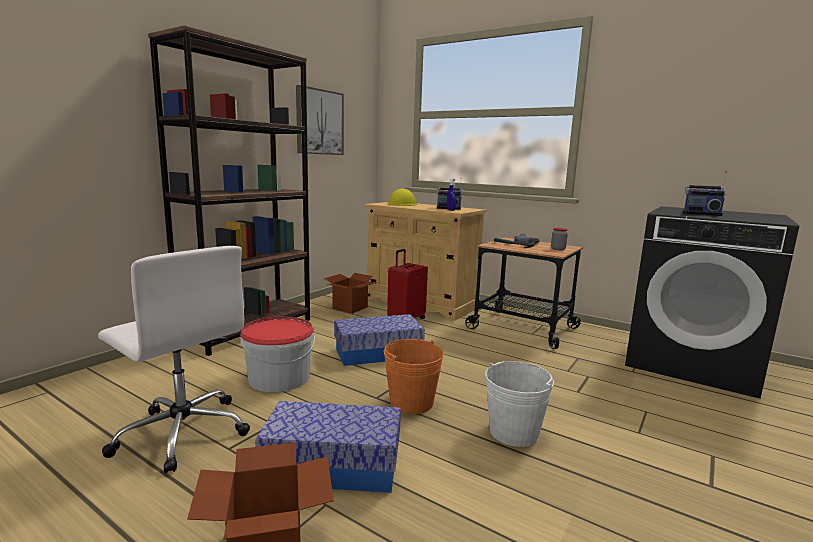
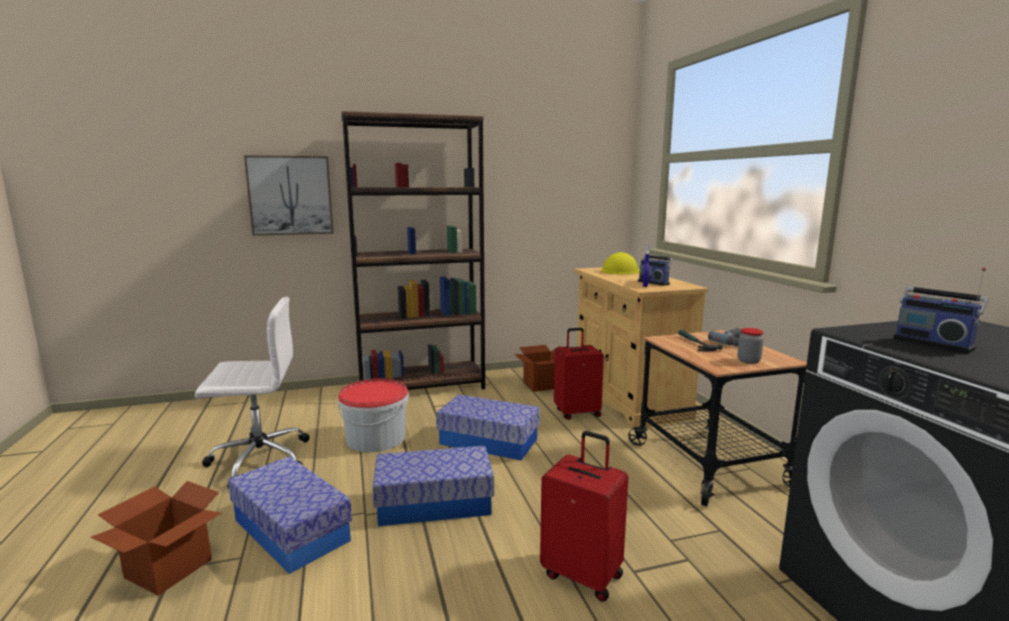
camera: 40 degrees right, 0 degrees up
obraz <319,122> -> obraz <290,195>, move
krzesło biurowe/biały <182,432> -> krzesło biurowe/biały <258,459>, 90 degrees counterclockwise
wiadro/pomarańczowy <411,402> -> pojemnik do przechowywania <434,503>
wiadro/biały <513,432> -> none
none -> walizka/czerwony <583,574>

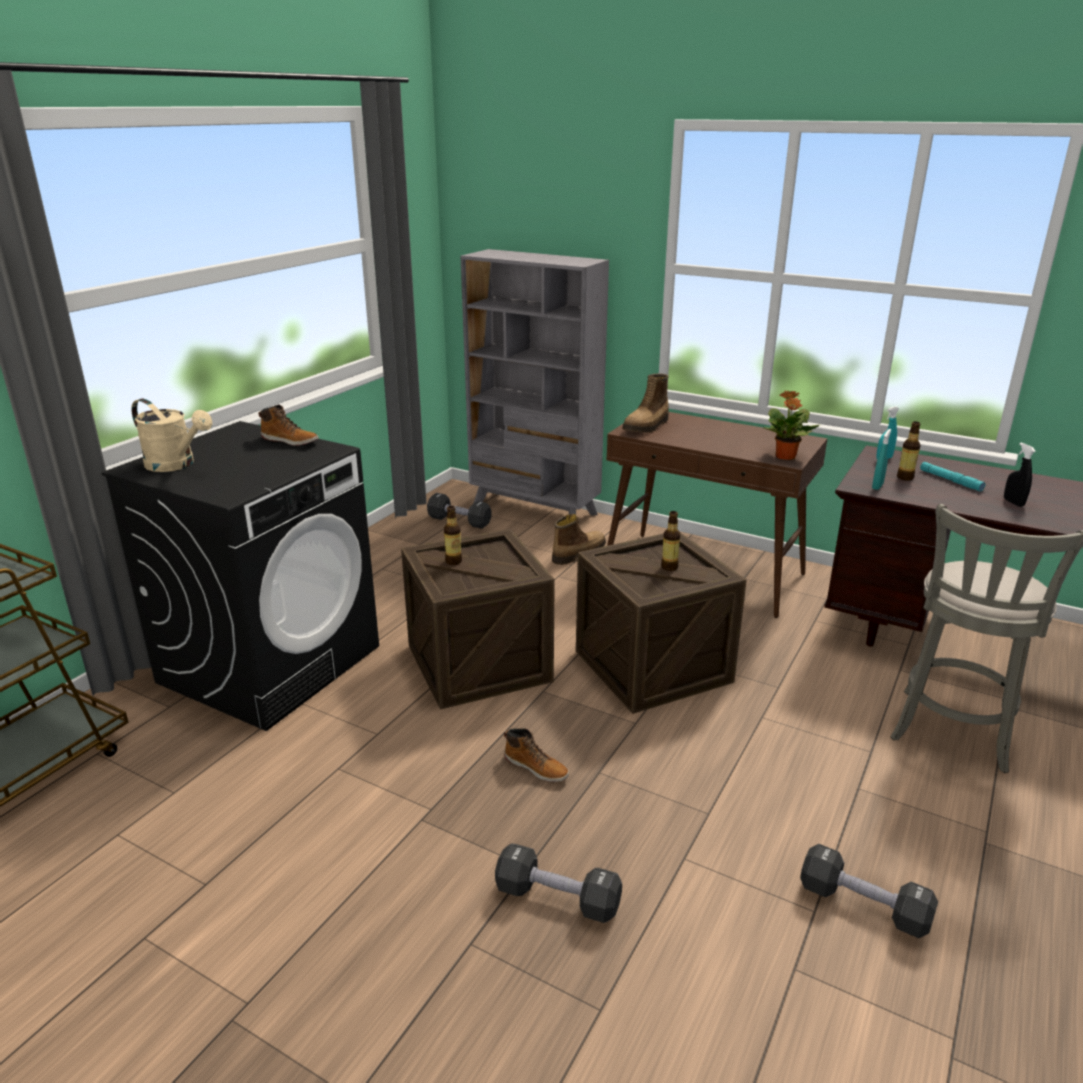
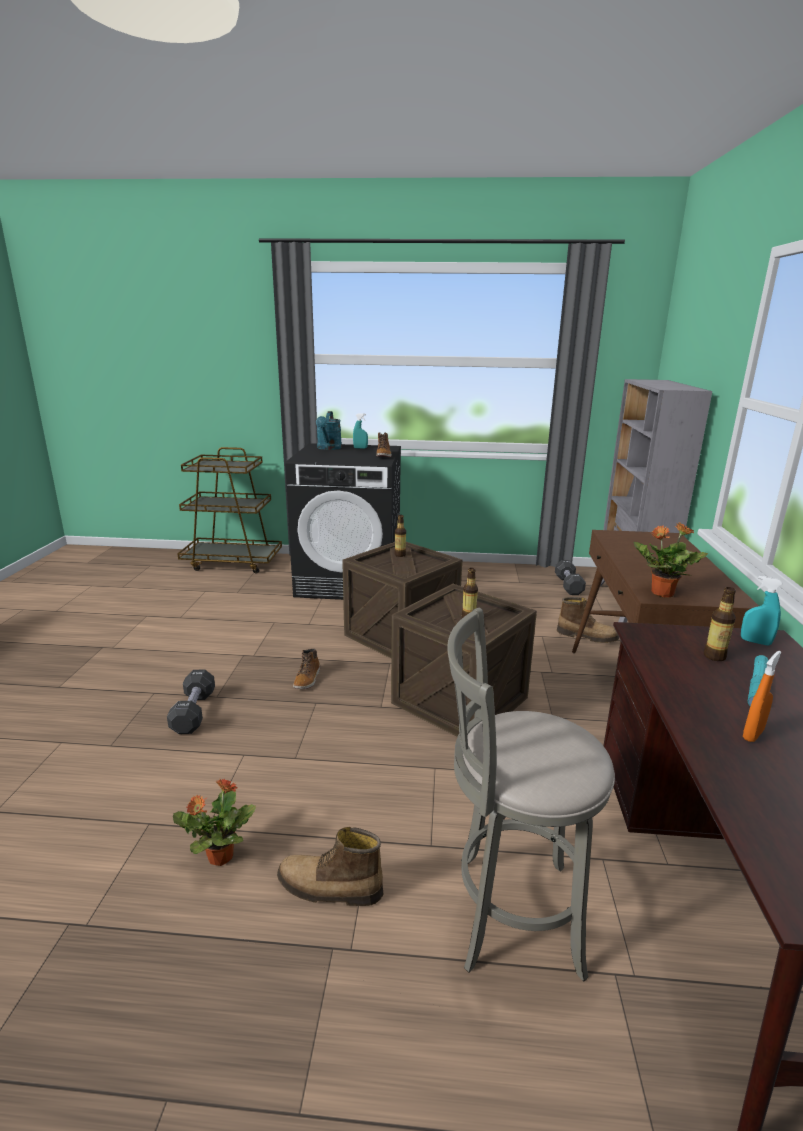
camera: 65 degrees right, 5 degrees down
but z cholewką <647,427> -> but z cholewką <329,889>, move
konewka/beżowy <176,465> -> konewka/turkusowy <328,448>
spryskiwacz/turkusowy <877,486> -> spryskiwacz/turkusowy <360,448>, move
spryskiwacz/czarny <1013,502> -> spryskiwacz/pomarańczowy <753,734>
hantel/czarny <863,906> -> roślina doniczkowa <219,856>

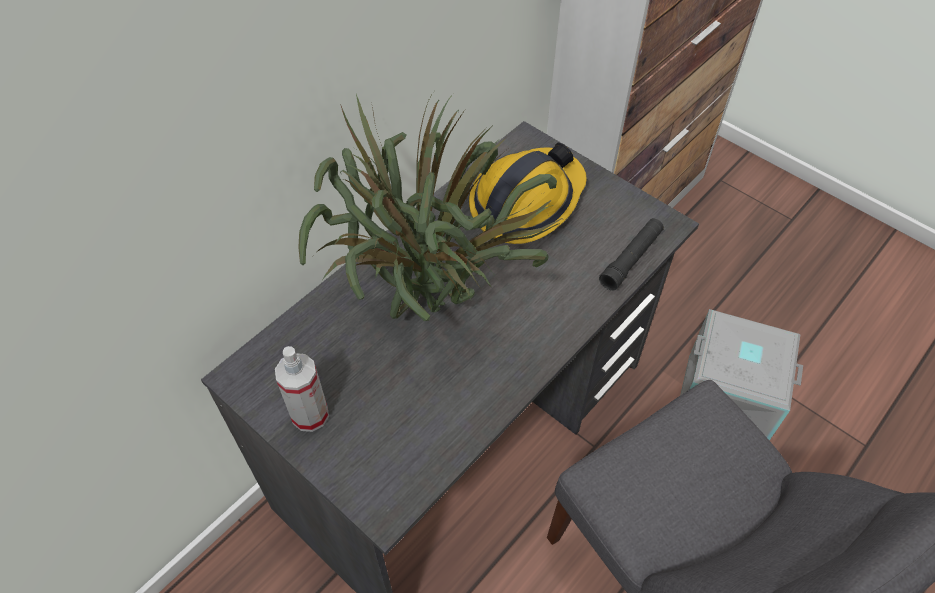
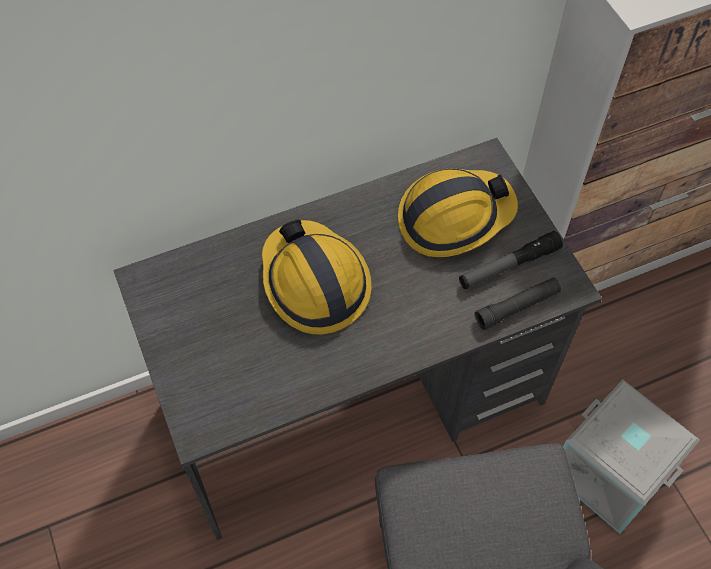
camera: 25 degrees right, 5 degrees up
roślina doniczkowa <426,311> -> kask <314,283>
spryskiwacz <310,415> -> none
none -> latarka <508,266>

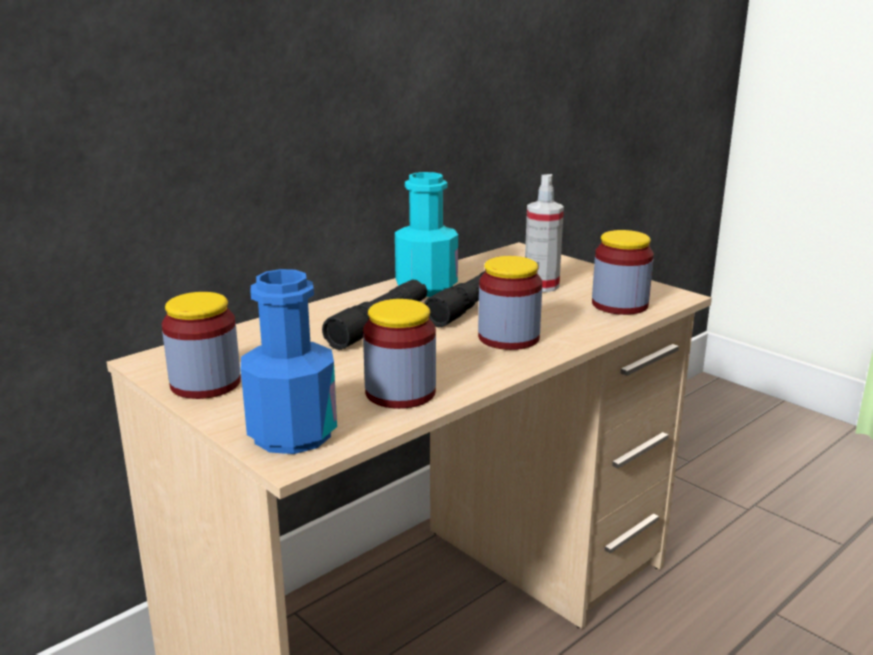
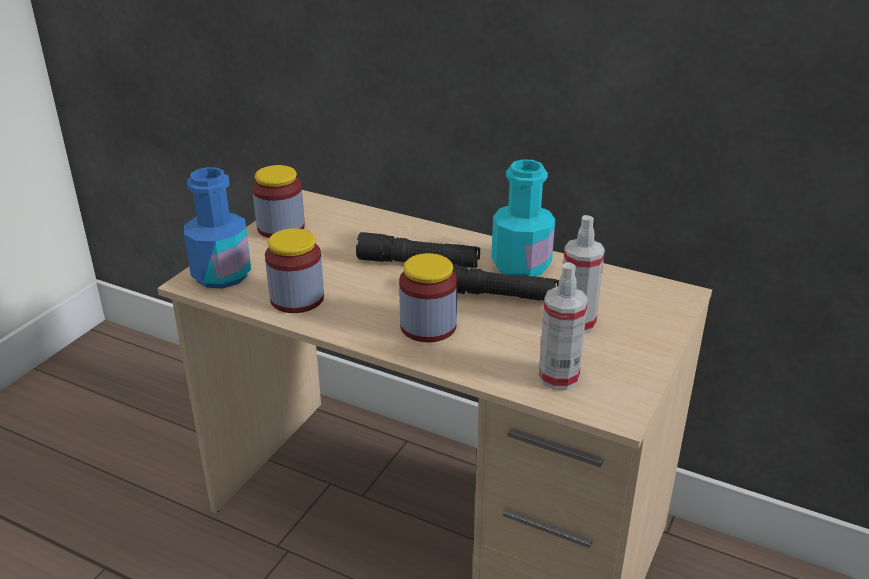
camera: 70 degrees right, 10 degrees up
słoik <619,305> -> spryskiwacz <558,377>

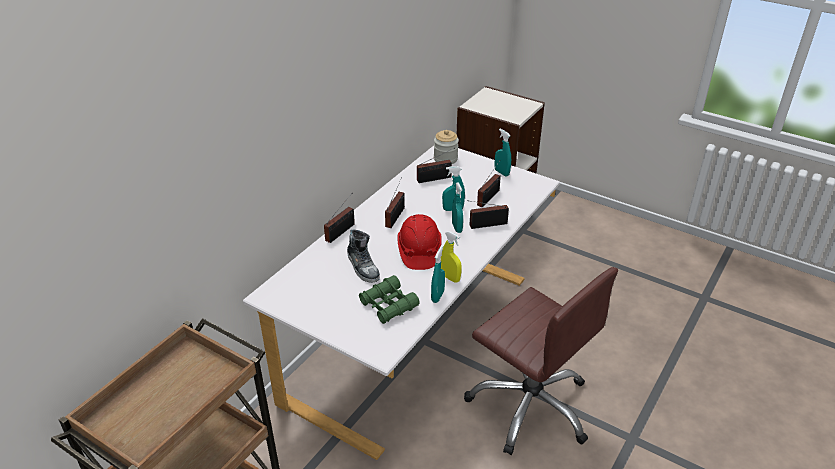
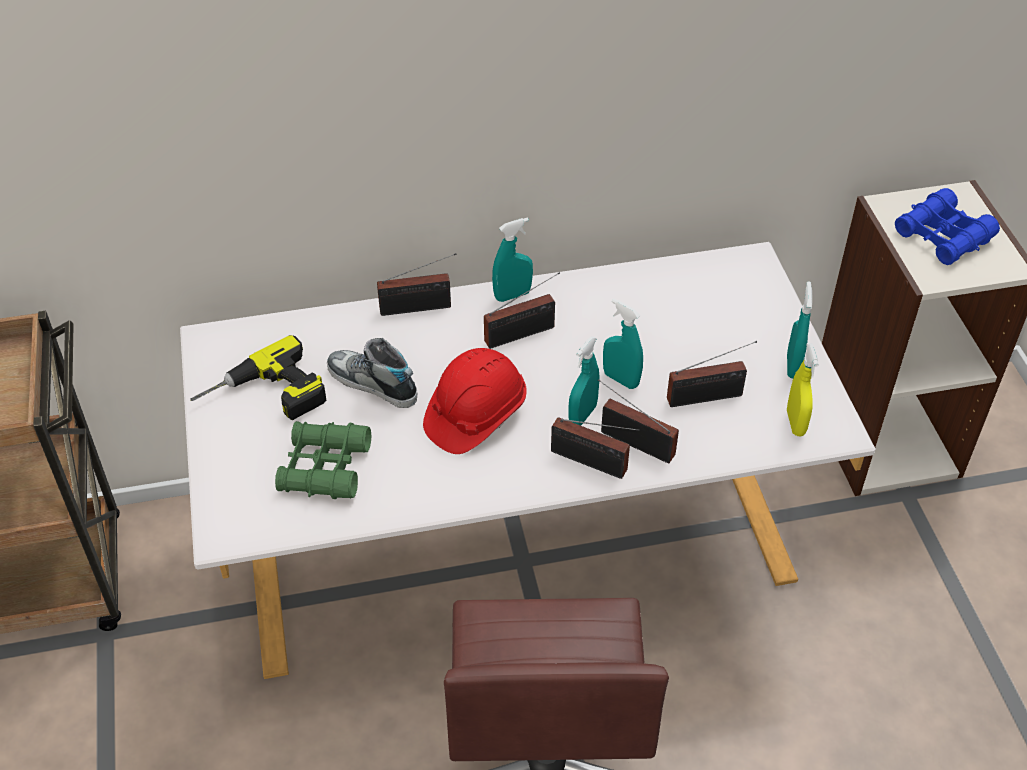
camera: 45 degrees right, 10 degrees up
słoik <445,159> -> none
radio <436,178> -> radio <592,463>, move
but <363,266> -> but <372,384>, 105 degrees clockwise
spryskiwacz/żółty <450,278> -> spryskiwacz/żółty <795,423>, move
spryskiwacz/turkusowy <437,296> -> spryskiwacz/turkusowy <512,295>, move
none -> lornetka/niebieski <943,236>
none -> wiertarka <264,398>

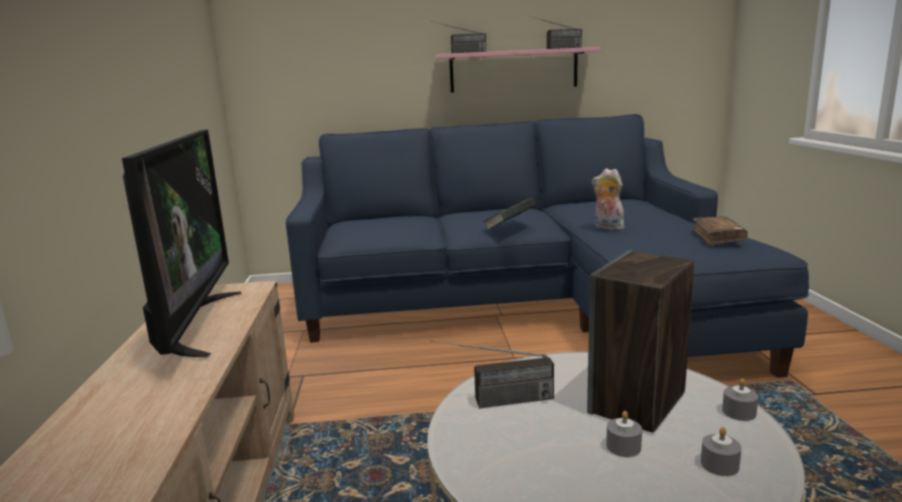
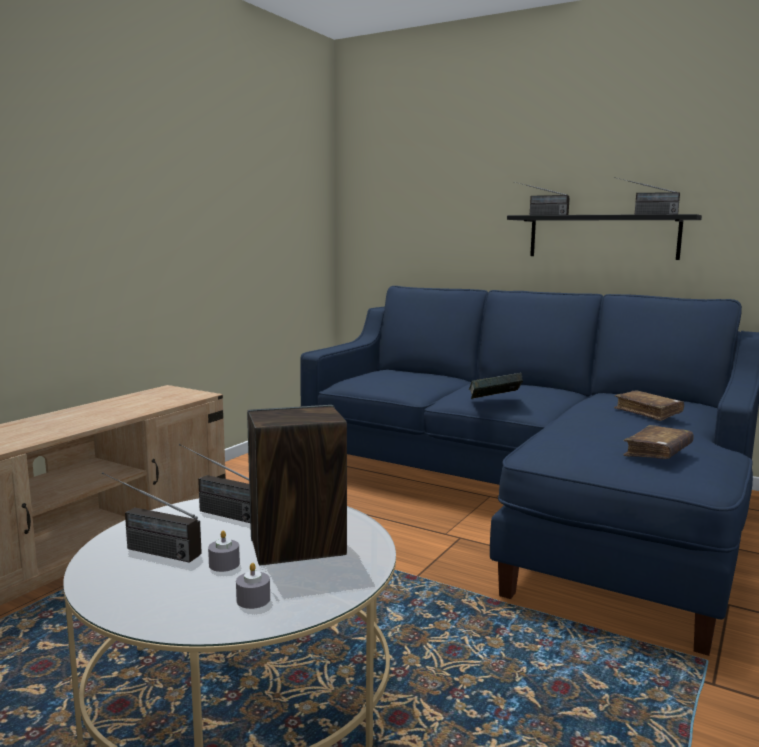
camera: 35 degrees right, 5 degrees down
półka/różowy <513,70> -> półka/czarny <602,236>
telewizor <193,324> -> none
pluszak <606,227> -> none
świeca/szary <739,412> -> none
none -> książka/brązowy <648,412>
none -> radio <145,549>

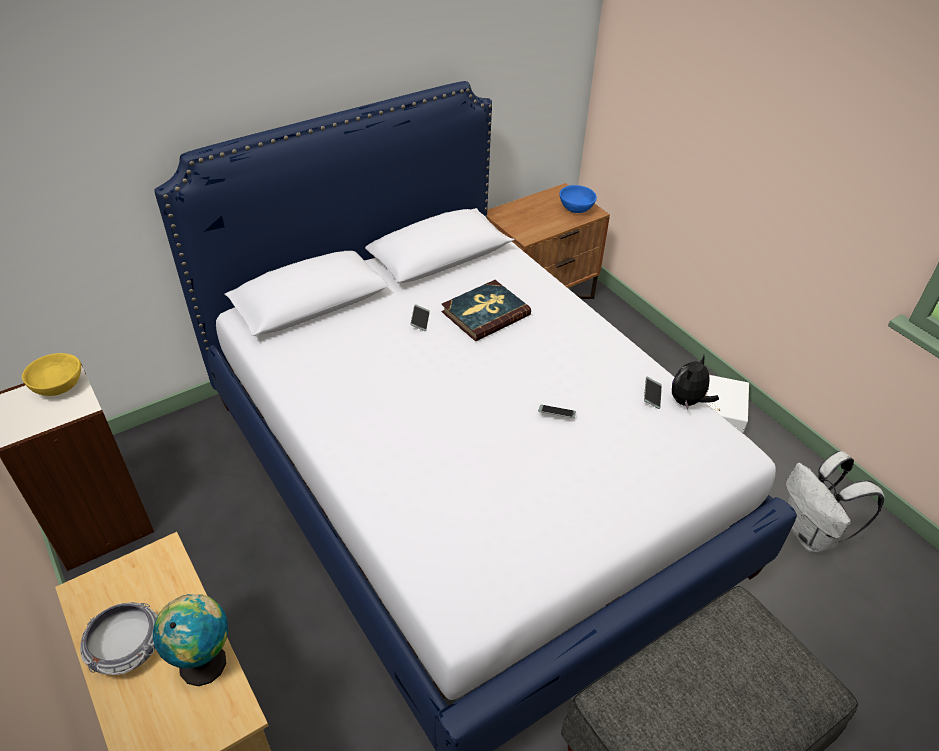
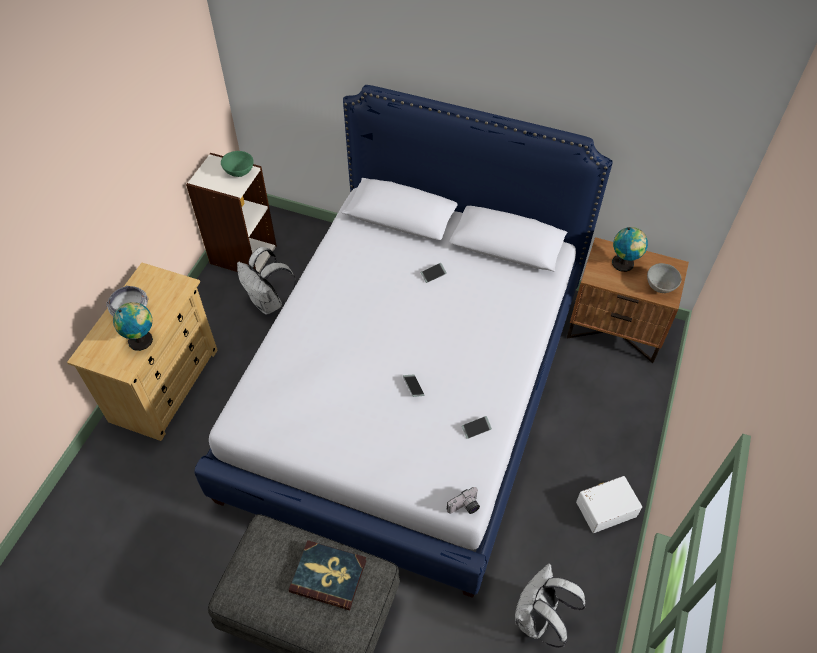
camera: 55 degrees right, 10 degrees up
miska/niebieski <576,209> -> miska/szary <661,286>
książka <485,313> -> książka <328,575>, move
miska/żółty <58,387> -> miska/zielony <239,171>
pluszak <688,401> -> none
none -> globus <624,264>
none -> plecak/biały <268,303>
none -> aparat fotograficzny <464,507>

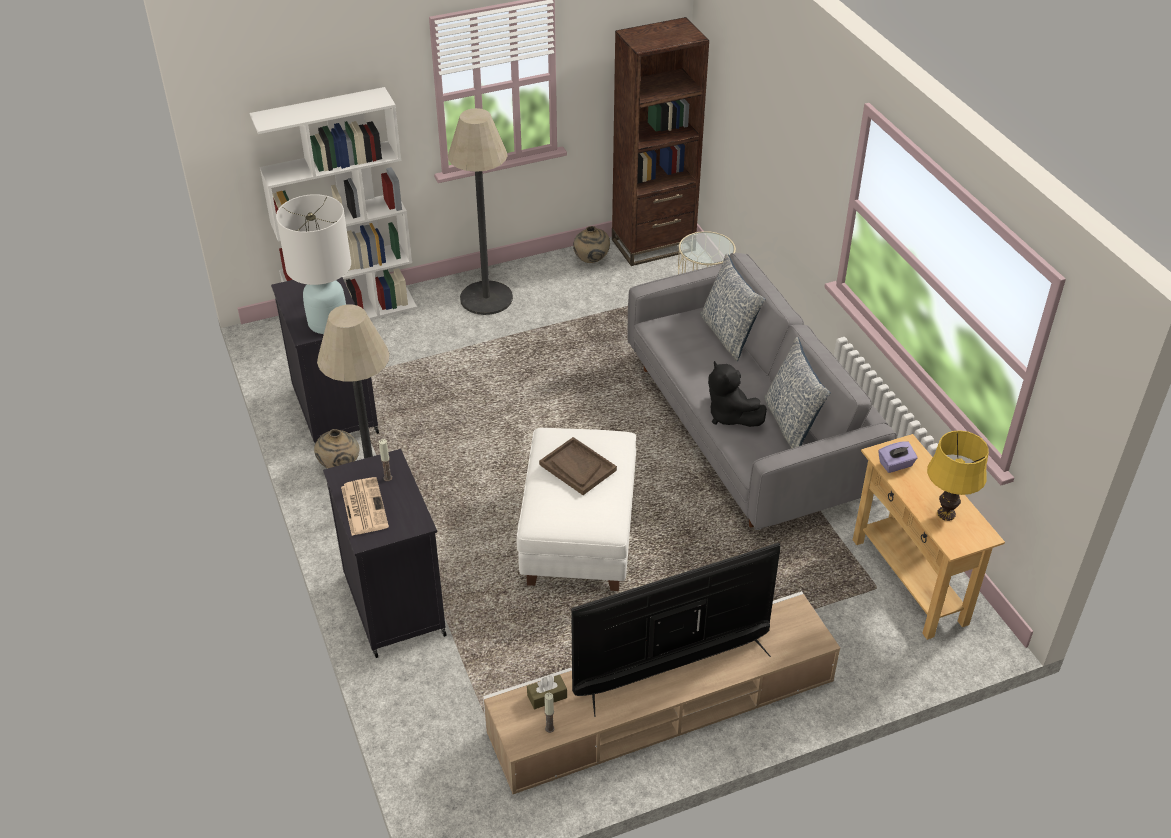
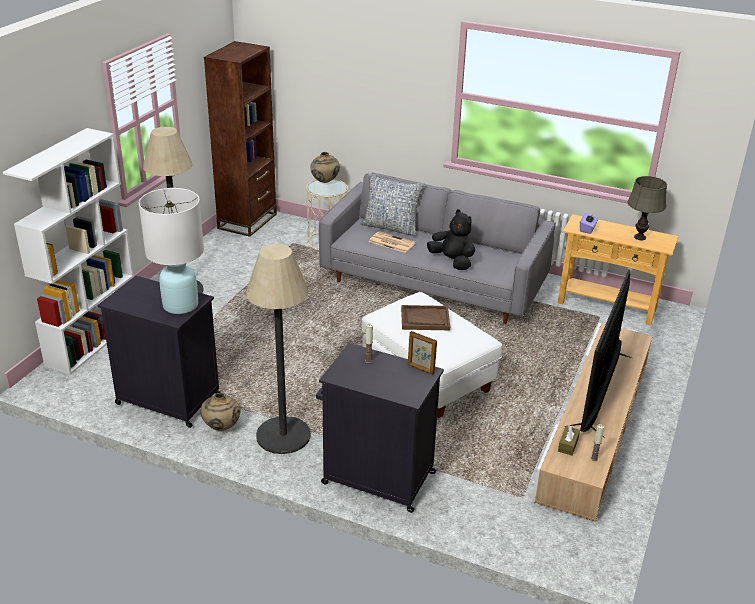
camera: 45 degrees left, 10 degrees down
wazon/beżowy <591,261> -> wazon/beżowy <325,182>, move
poduszka <791,423> -> none
pluszak/czarny <730,416> -> pluszak/czarny <452,261>, 150 degrees counterclockwise
lampa stołowa/żółty <945,514> -> lampa stołowa/szary <639,237>
gazeta <363,506> -> gazeta <391,242>, move
none -> ramka na zdjęcie <420,369>

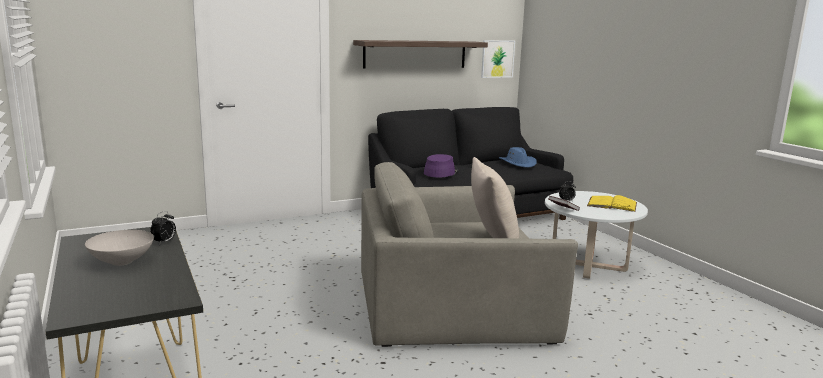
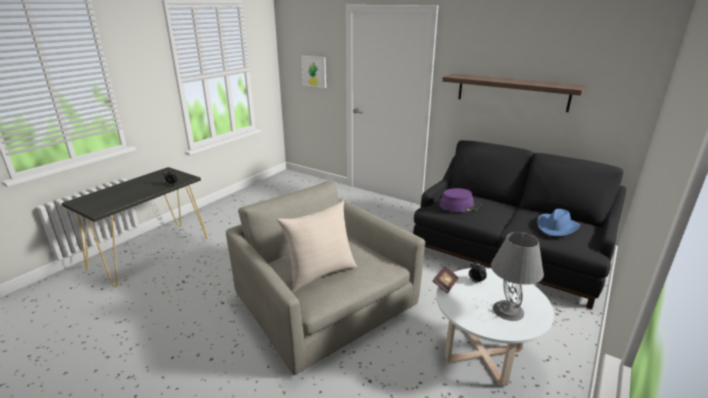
camera: 60 degrees right, 10 degrees up
obraz <497,59> -> obraz <314,71>, move
książka/żółty <612,204> -> lampa stołowa/szary <507,310>
miska/biały <121,262> -> none

